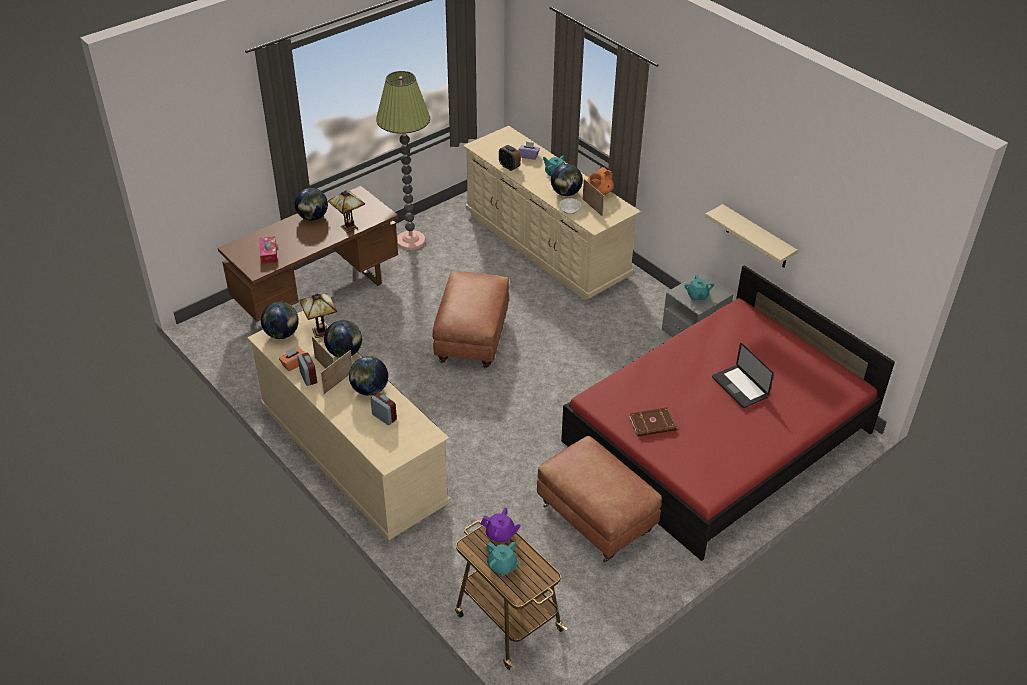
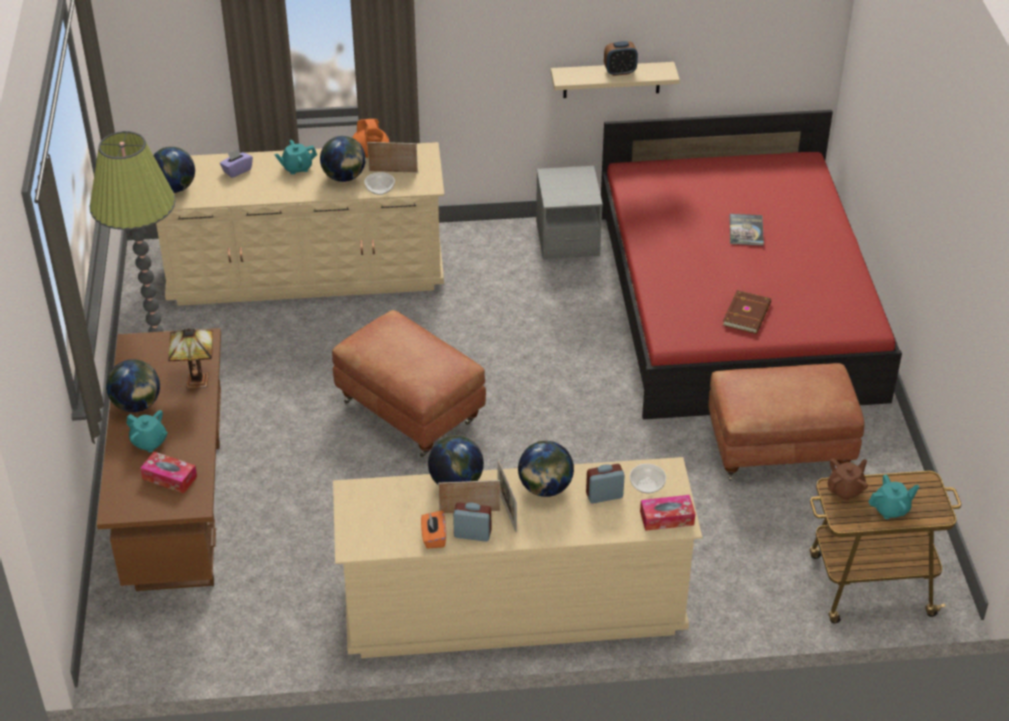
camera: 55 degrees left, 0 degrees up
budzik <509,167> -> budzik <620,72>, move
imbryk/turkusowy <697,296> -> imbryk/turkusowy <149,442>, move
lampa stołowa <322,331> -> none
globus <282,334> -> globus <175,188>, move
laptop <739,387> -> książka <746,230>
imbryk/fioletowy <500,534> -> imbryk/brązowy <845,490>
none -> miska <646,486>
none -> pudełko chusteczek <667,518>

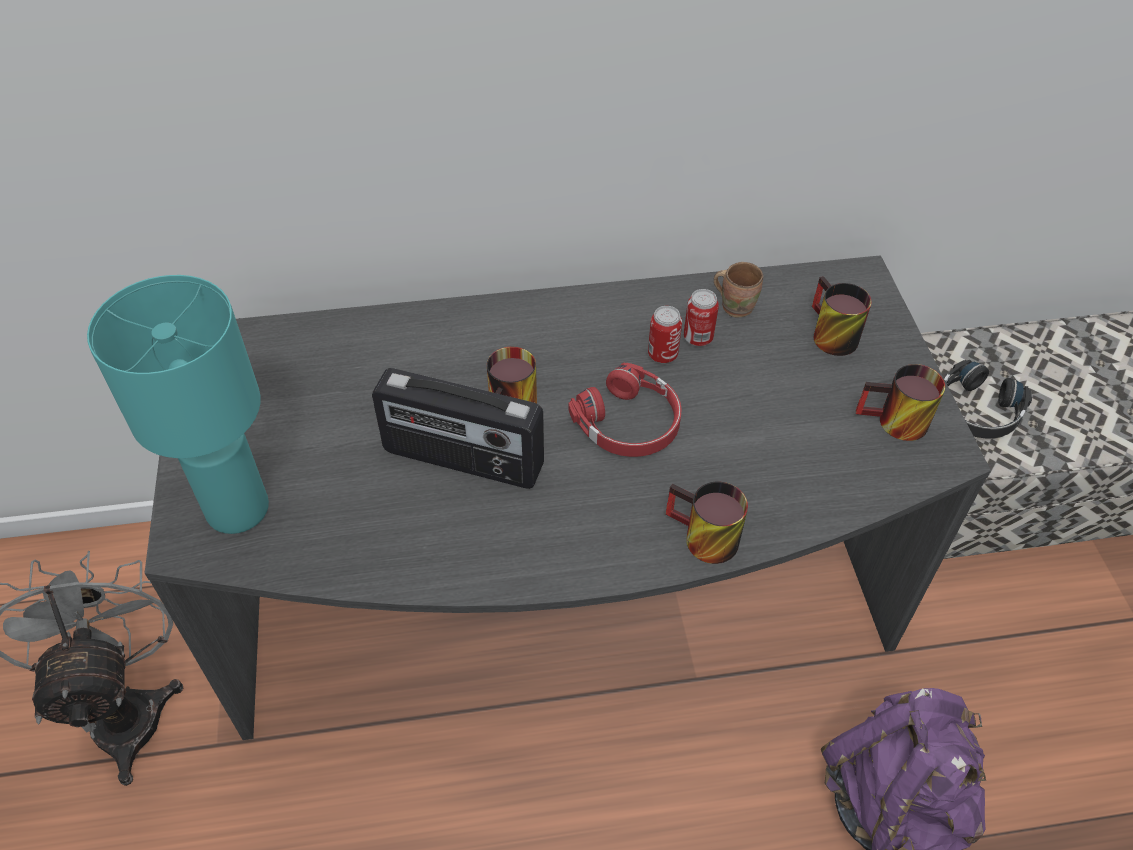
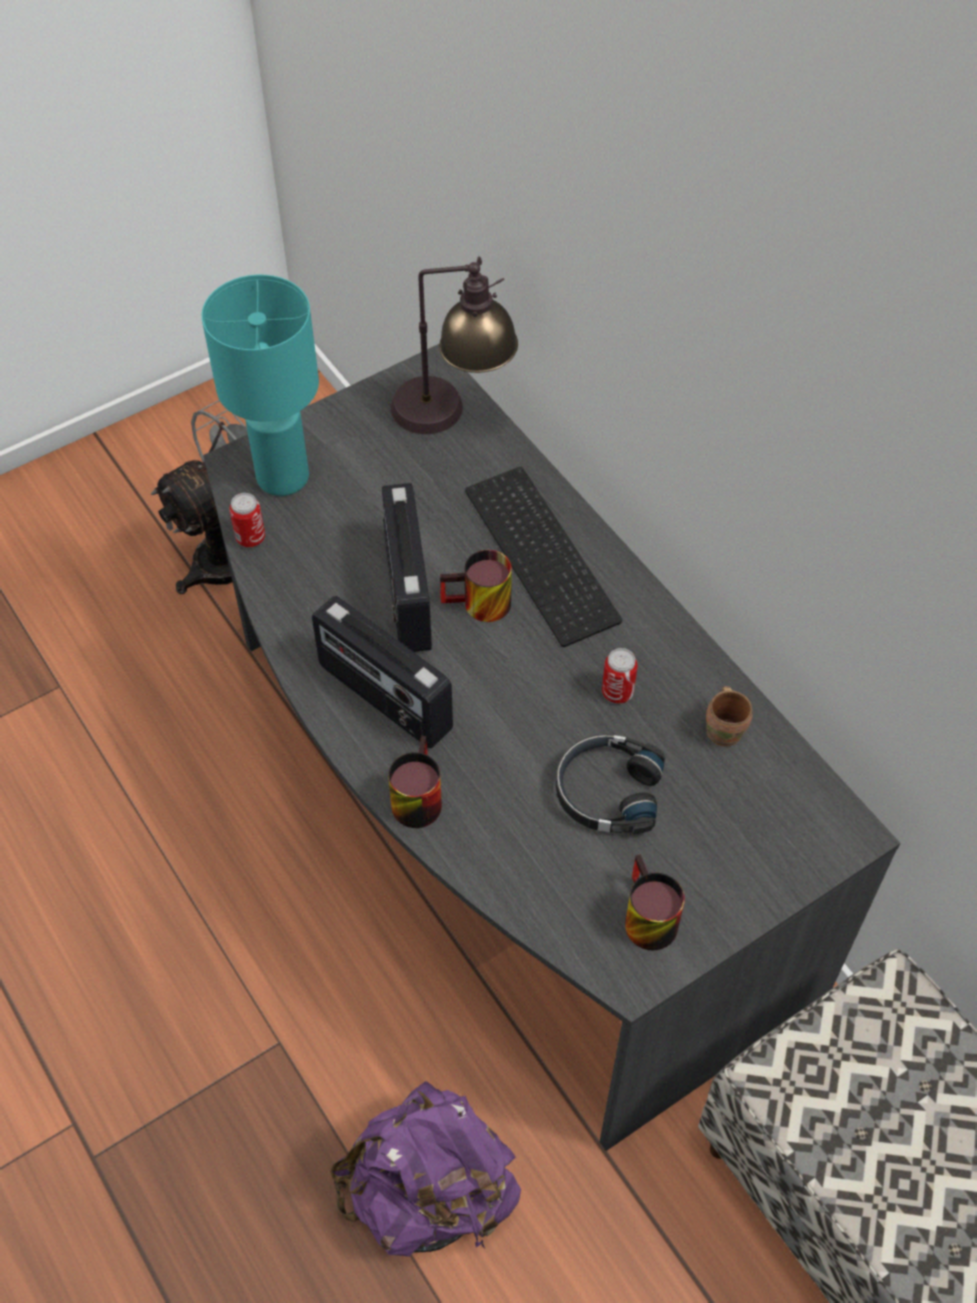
camera: 65 degrees right, 5 degrees up
kubek <827,334> -> none
puszka <698,338> -> puszka <250,538>, move
słuchawki/czarny <976,411> -> słuchawki/czarny <607,791>, move
słuchawki/czerwony <629,423> -> none
none -> lampa stołowa <453,415>
none -> klawiatura <546,555>
none -> radio <383,698>

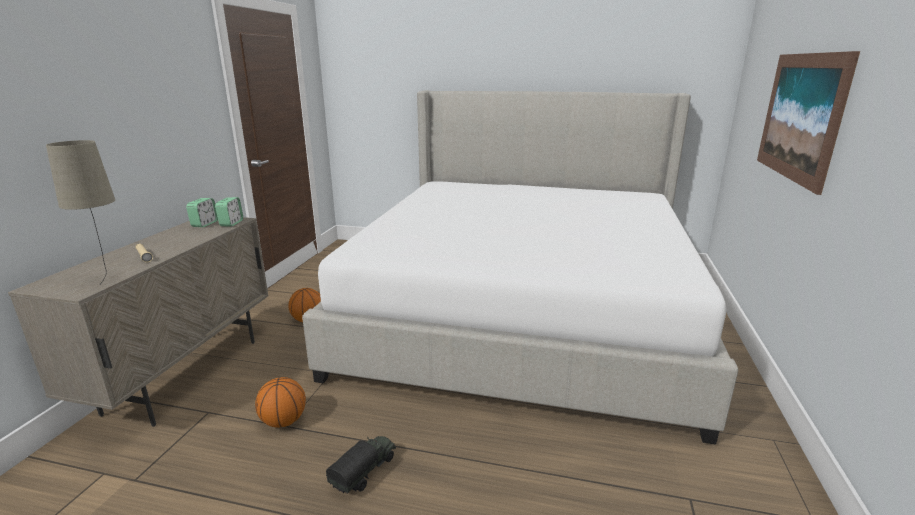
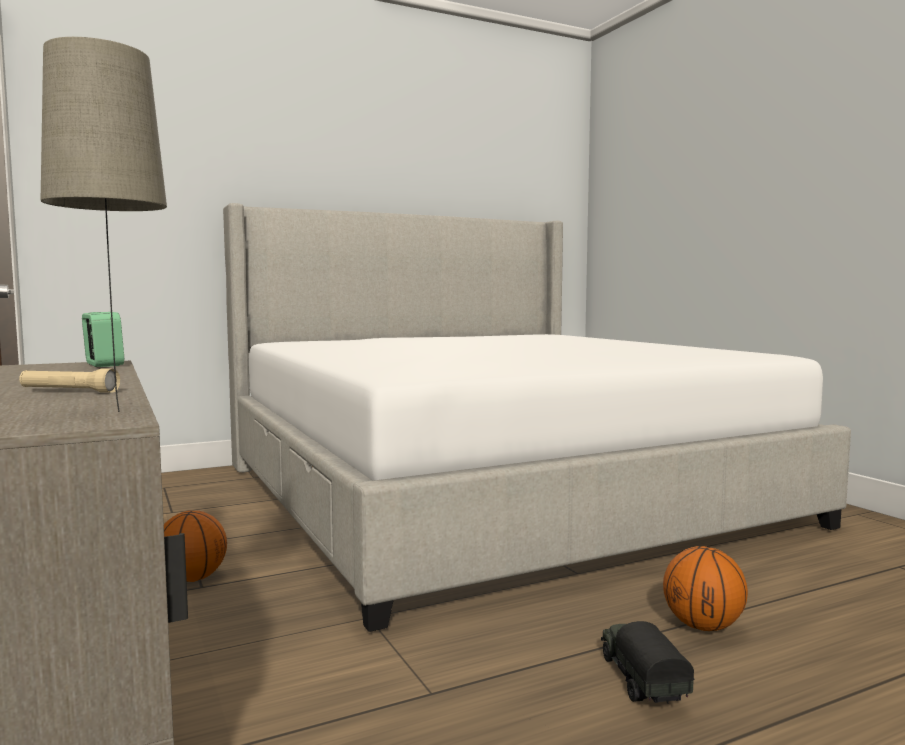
camera: 40 degrees left, 15 degrees down
obraz <800,116> -> none
budzik <204,224> -> none
piłka do koszykówki <283,421> -> piłka do koszykówki <702,626>, move

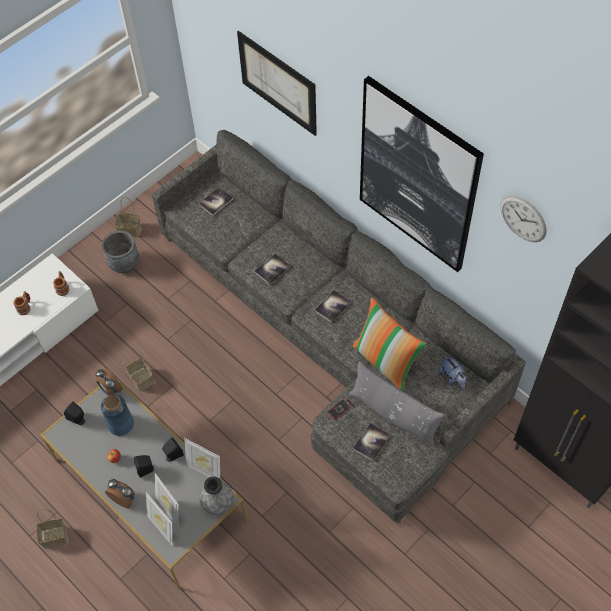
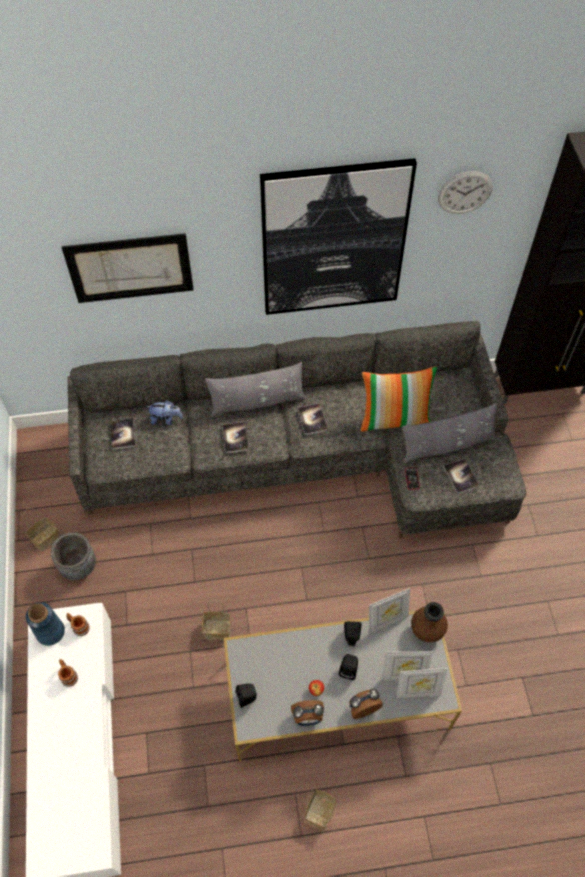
camera: 55 degrees left, 0 degrees up
pluszak <452,378> -> pluszak <166,419>, move
budzik <110,389> -> budzik <307,718>, move
wazon/niebieski <121,424> -> wazon/niebieski <50,632>, move
wazon/szary <218,503> -> wazon/brązowy <426,630>
none -> poduszka/szary <257,402>

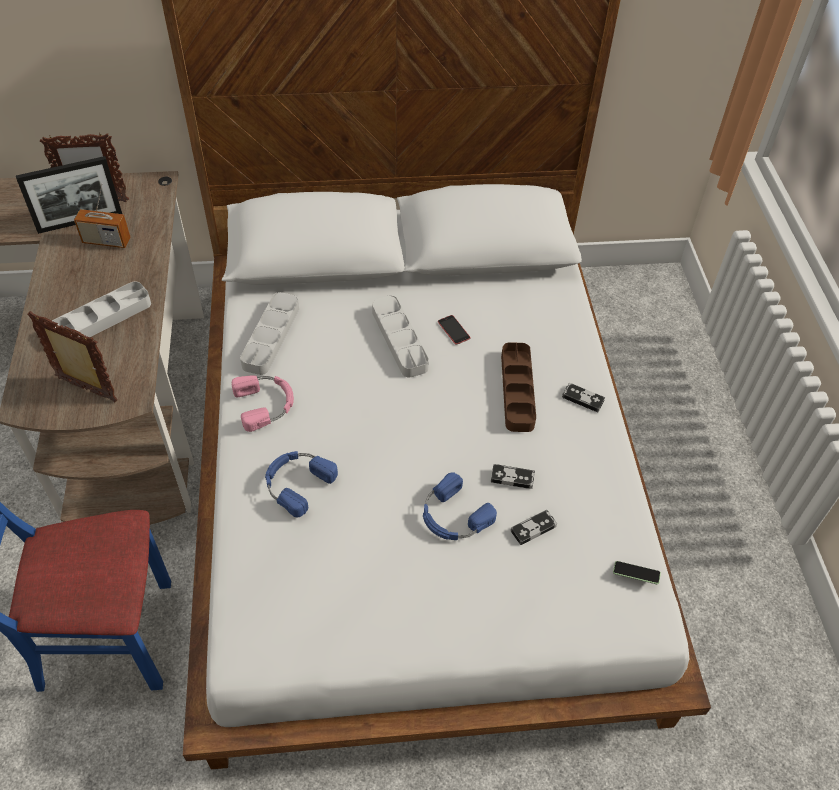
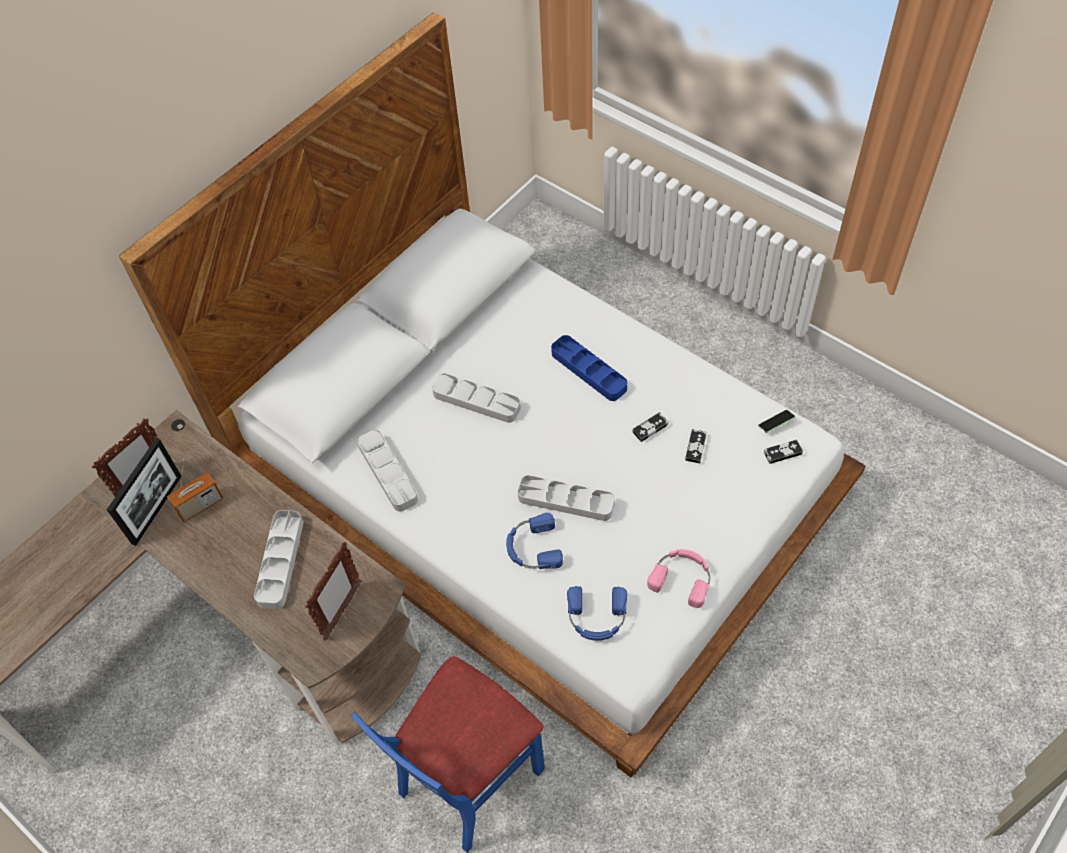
camera: 40 degrees left, 5 degrees up
ramka na zdjęcie <87,390> -> ramka na zdjęcie <342,612>, 135 degrees clockwise
telefon <453,330> -> none
taca/brązowy <517,390> -> taca/niebieski <588,371>
słuchawki/różowy <266,404> -> słuchawki/różowy <682,578>, move
pad do gier <583,399> -> pad do gier <782,453>, move
słuchawki/niebieski <453,516> -> słuchawki/niebieski <597,617>, move
none -> taca/szary <566,501>

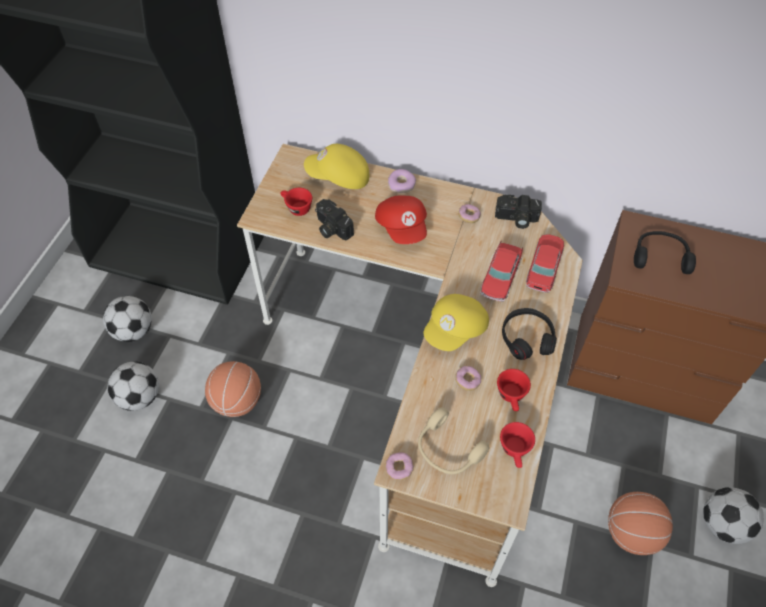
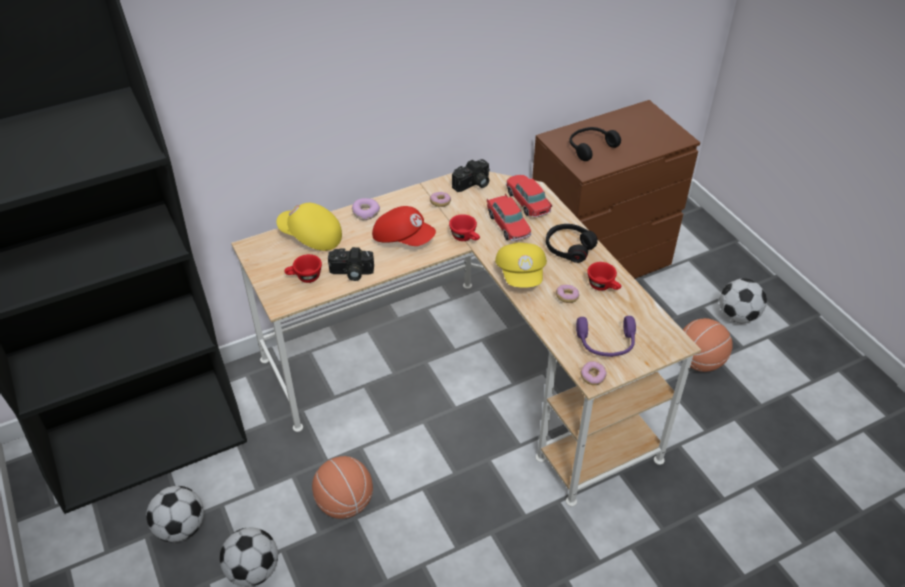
camera: 45 degrees left, 10 degrees down
czapka z daszkiem/żółty <338,177> -> czapka z daszkiem/żółty <311,237>, 60 degrees clockwise
słuchawki/beżowy <447,450> -> słuchawki/fioletowy <606,344>
filiżanka/czerwony <515,451> -> filiżanka/czerwony <466,238>, move

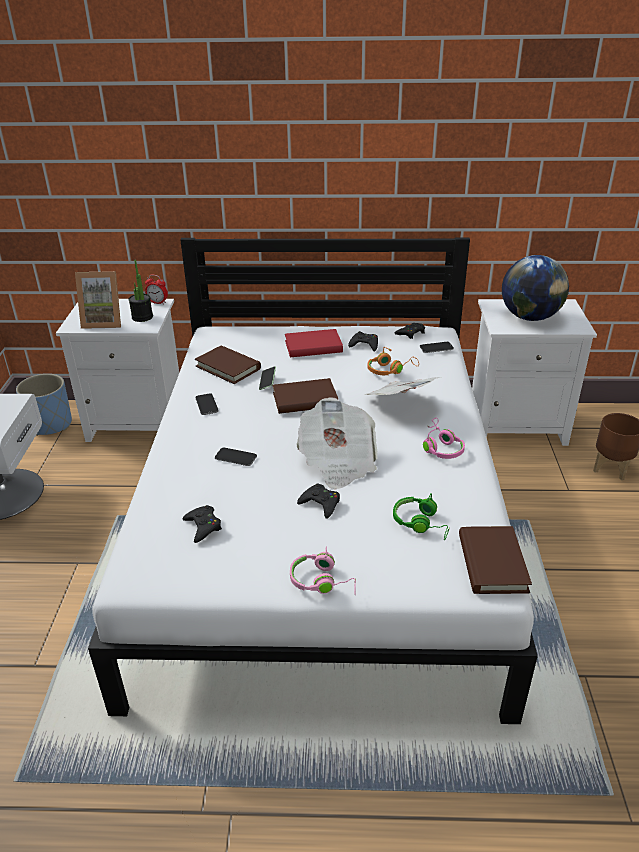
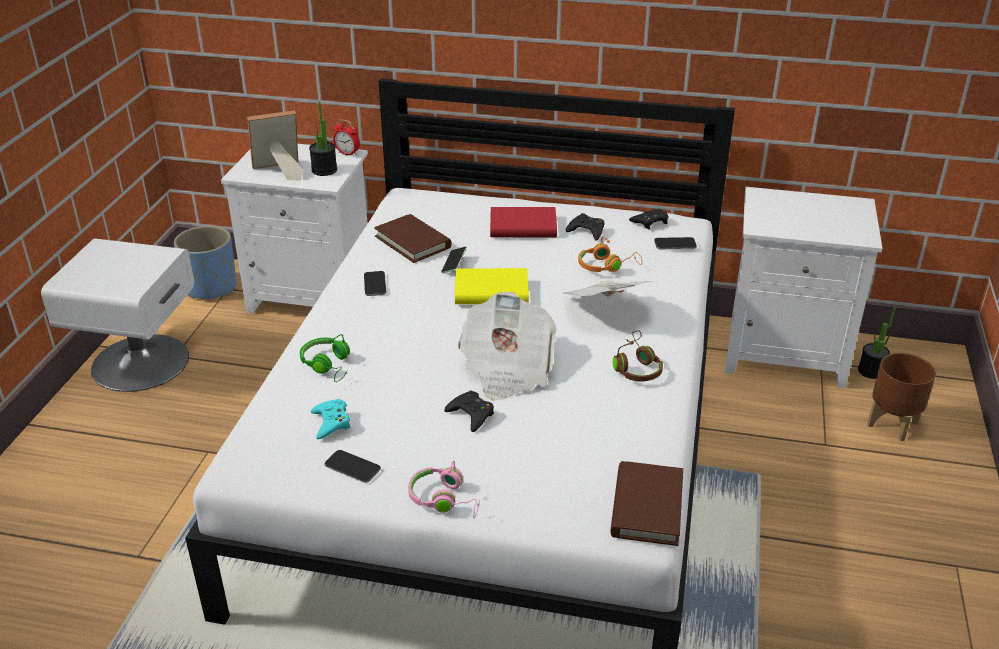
camera: 10 degrees right, 0 degrees up
globus <529,317> -> none
ramka na zdjęcie <104,322> -> ramka na zdjęcie <278,171>, 150 degrees clockwise
książka/brązowy <305,400> -> książka/żółty <491,291>
słuchawki/różowy <440,447> -> słuchawki/brązowy <636,366>
telefon <235,457> -> telefon <352,467>, move
słuchawki/zielony <421,523> -> słuchawki/zielony <328,365>, move
pad do gier/czarny <203,526> -> pad do gier/turkusowy <331,422>
none -> roślina doniczkowa <871,371>

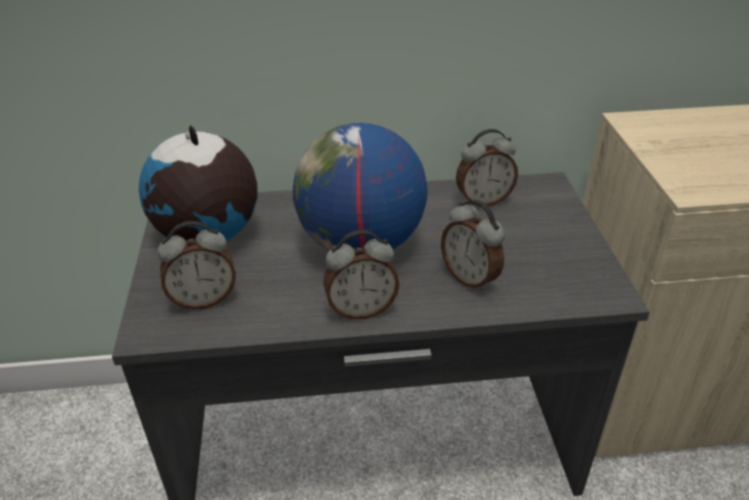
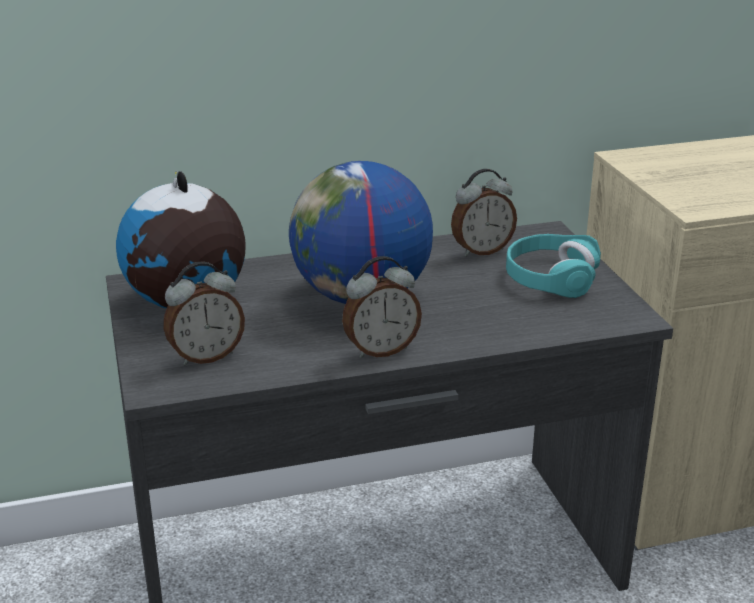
camera: 10 degrees left, 10 degrees down
budzik <470,278> -> none
none -> słuchawki/turkusowy <550,277>

